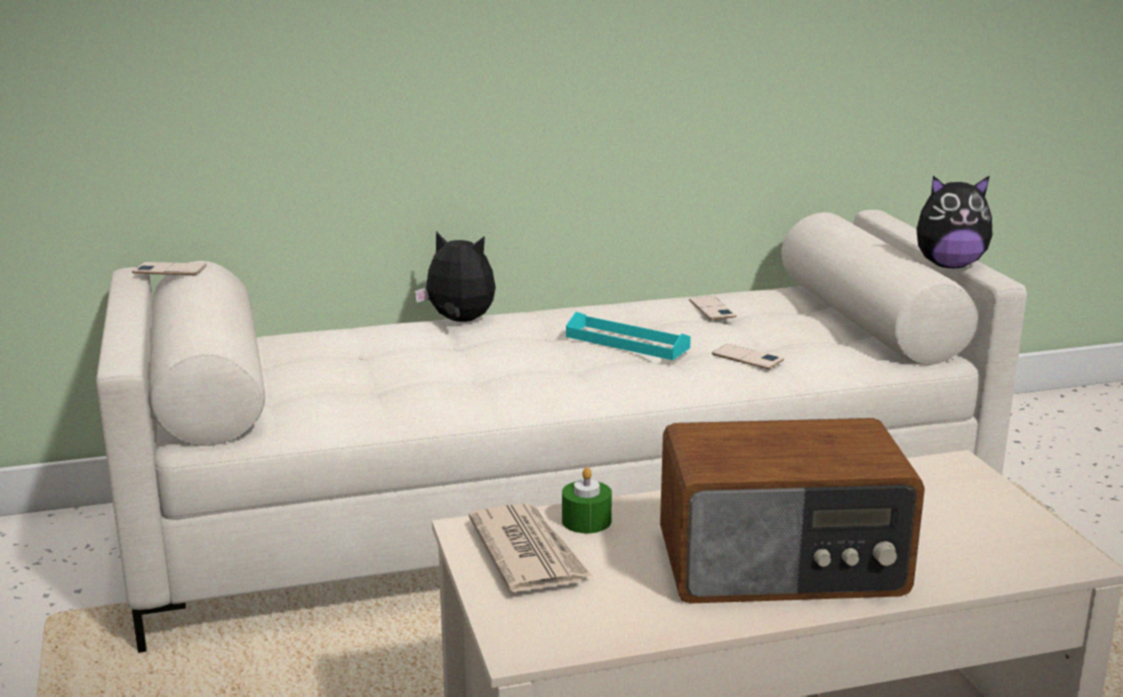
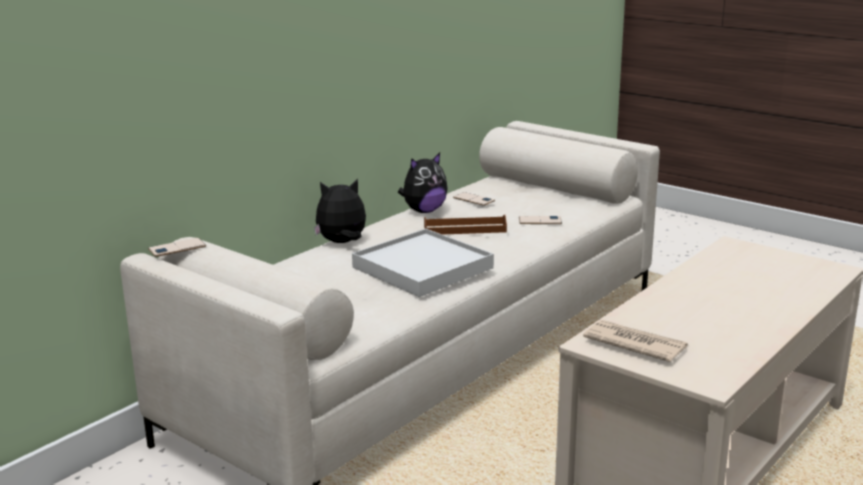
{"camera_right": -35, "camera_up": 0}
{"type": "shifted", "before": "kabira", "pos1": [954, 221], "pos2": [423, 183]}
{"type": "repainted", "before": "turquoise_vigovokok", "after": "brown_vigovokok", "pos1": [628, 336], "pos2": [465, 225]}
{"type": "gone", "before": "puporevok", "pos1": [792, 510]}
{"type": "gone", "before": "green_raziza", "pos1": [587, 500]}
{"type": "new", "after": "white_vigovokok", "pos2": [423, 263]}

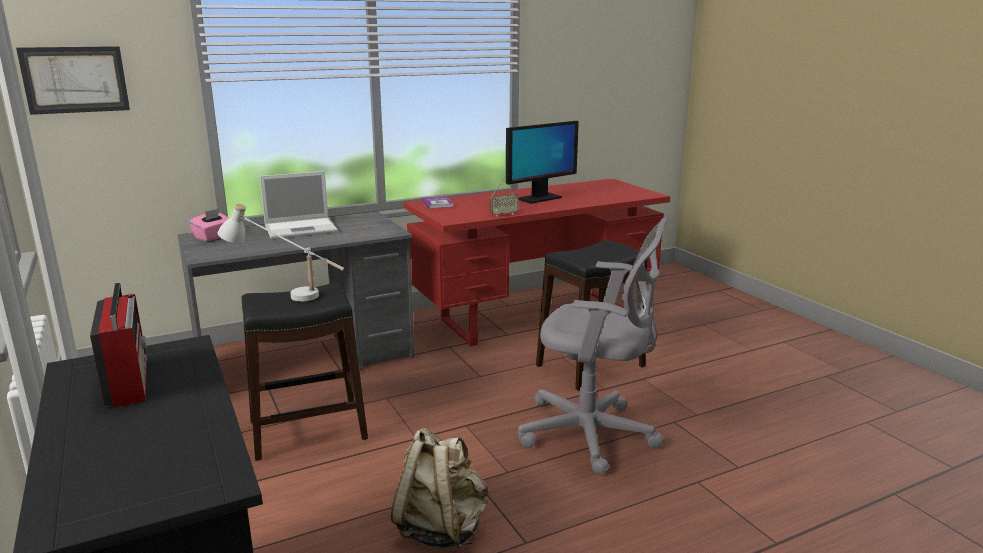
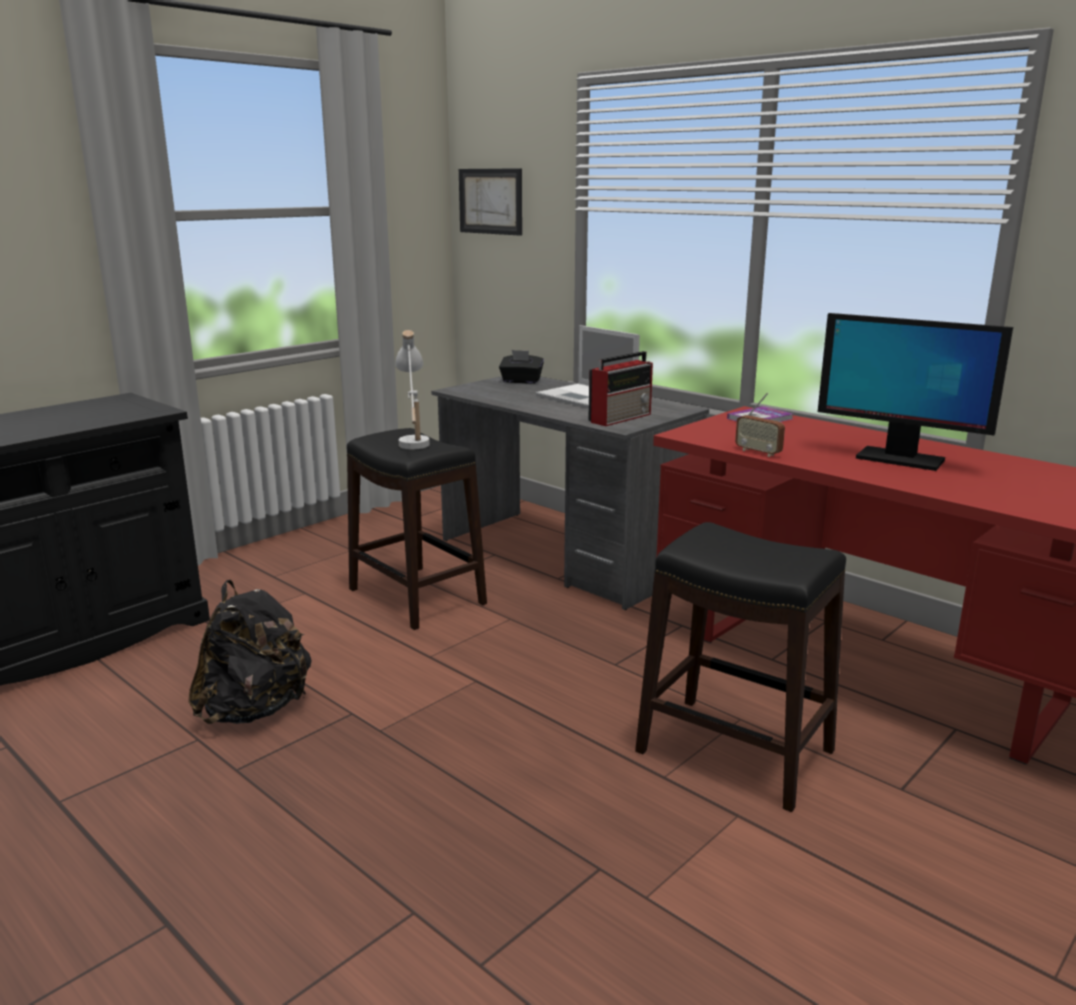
{"camera_right": 70, "camera_up": 0}
{"type": "repainted", "before": "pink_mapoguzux", "after": "black_mapoguzux", "pos1": [209, 224], "pos2": [521, 367]}
{"type": "gone", "before": "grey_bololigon", "pos1": [593, 346]}
{"type": "shifted", "before": "puporevok", "pos1": [118, 345], "pos2": [620, 388]}
{"type": "repainted", "before": "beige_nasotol", "after": "black_nasotol", "pos1": [439, 488], "pos2": [250, 652]}

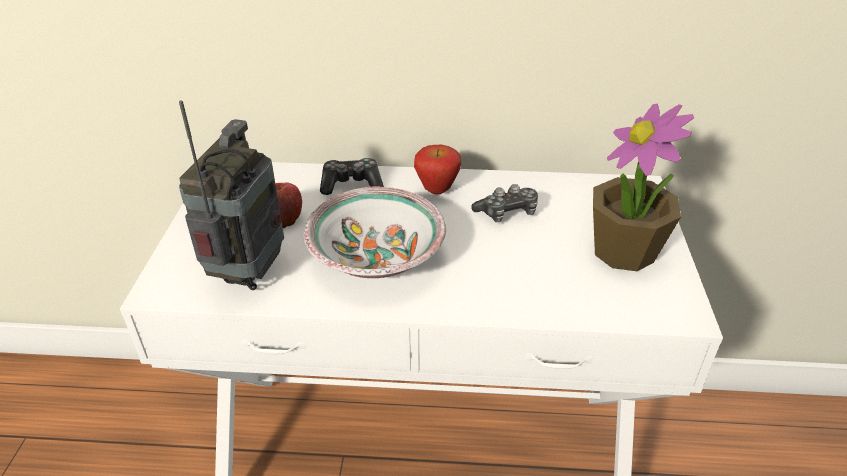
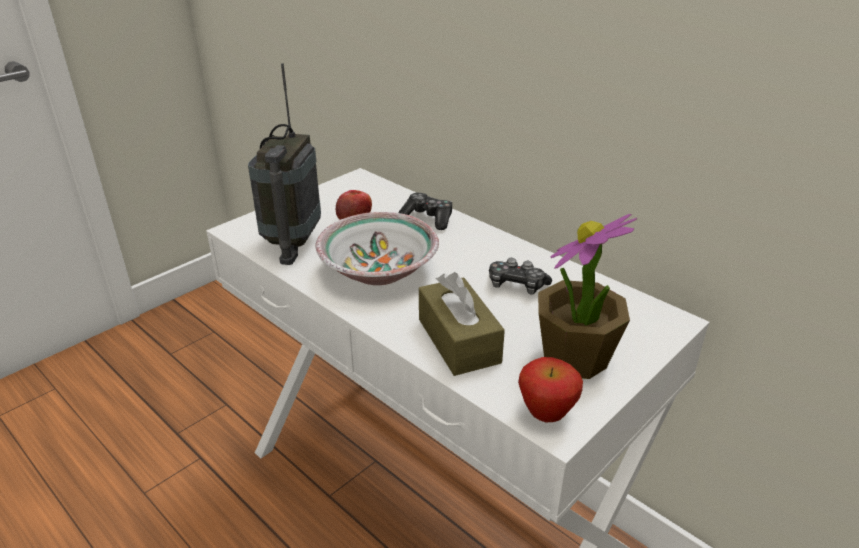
{"camera_right": 40, "camera_up": -5}
{"type": "rotated", "before": "puporevok", "pos1": [231, 195], "pos2": [284, 164], "turn": 135}
{"type": "shifted", "before": "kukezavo", "pos1": [437, 170], "pos2": [550, 389]}
{"type": "new", "after": "brown_mapoguzux", "pos2": [462, 324]}

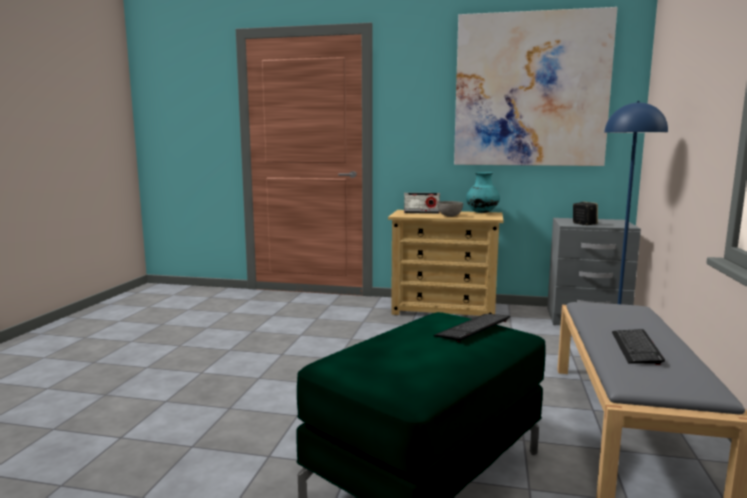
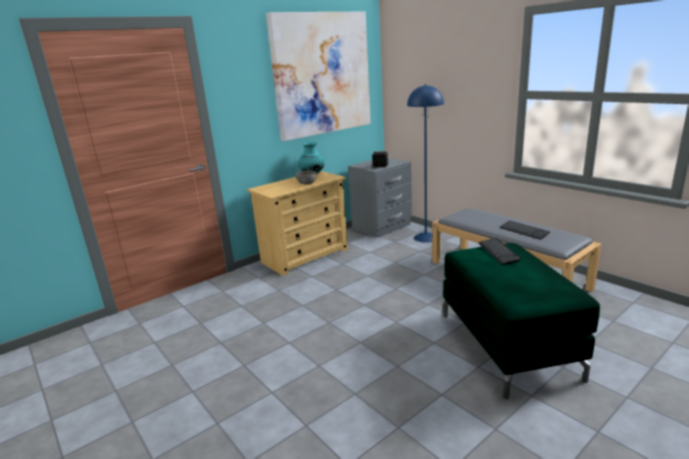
{"camera_right": -50, "camera_up": 10}
{"type": "gone", "before": "puporevok", "pos1": [422, 203]}

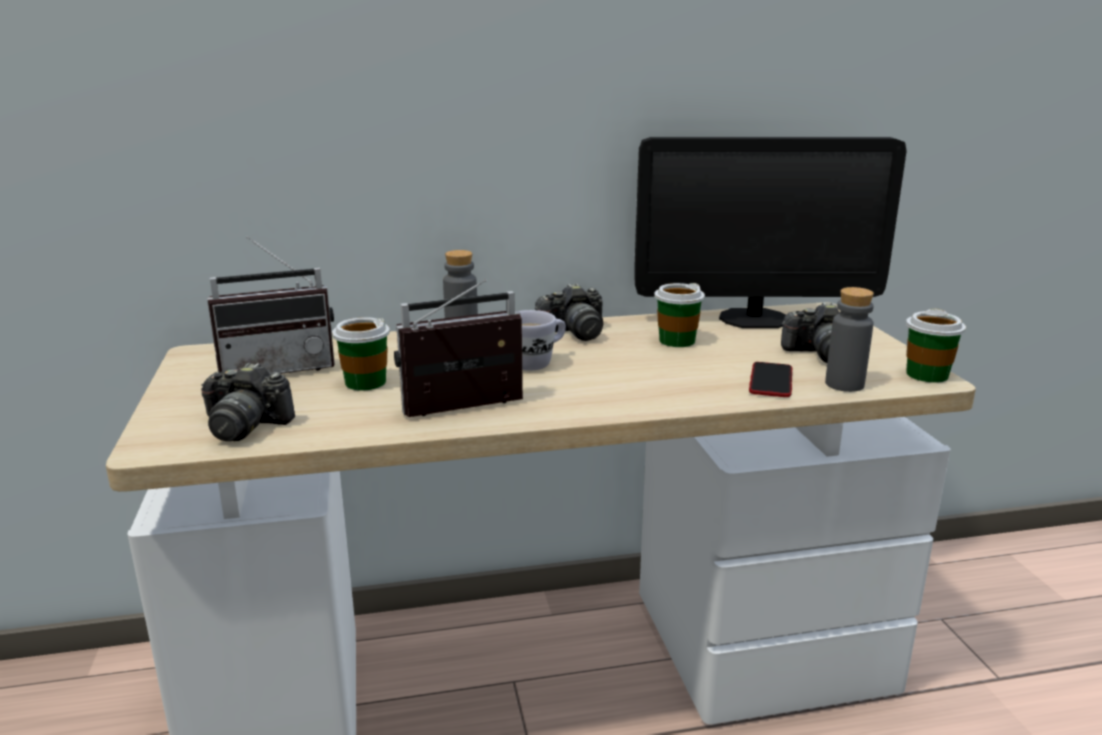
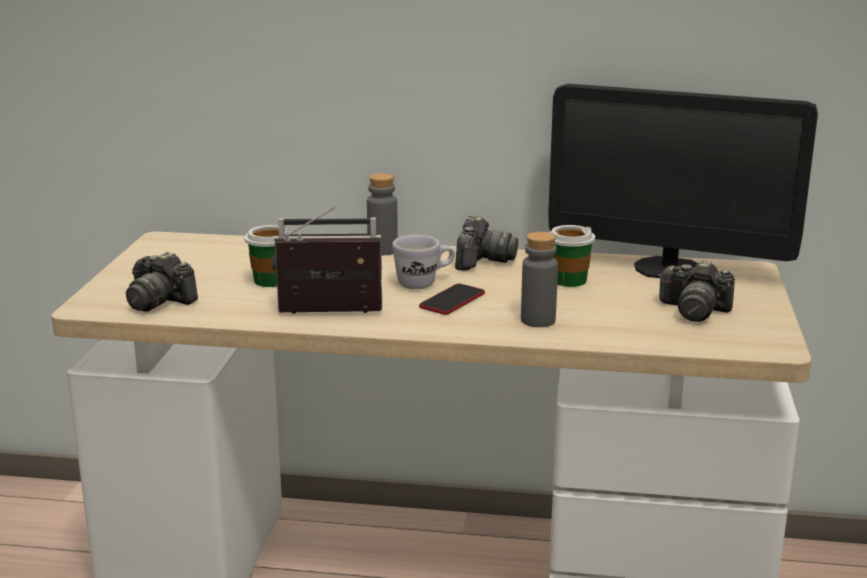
{"camera_right": 20, "camera_up": 0}
{"type": "gone", "before": "puporevok", "pos1": [271, 305]}
{"type": "rotated", "before": "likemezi", "pos1": [569, 312], "pos2": [486, 243], "turn": -75}
{"type": "shifted", "before": "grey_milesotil", "pos1": [849, 339], "pos2": [539, 279]}
{"type": "gone", "before": "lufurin", "pos1": [936, 345]}
{"type": "shifted", "before": "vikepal", "pos1": [770, 379], "pos2": [452, 299]}

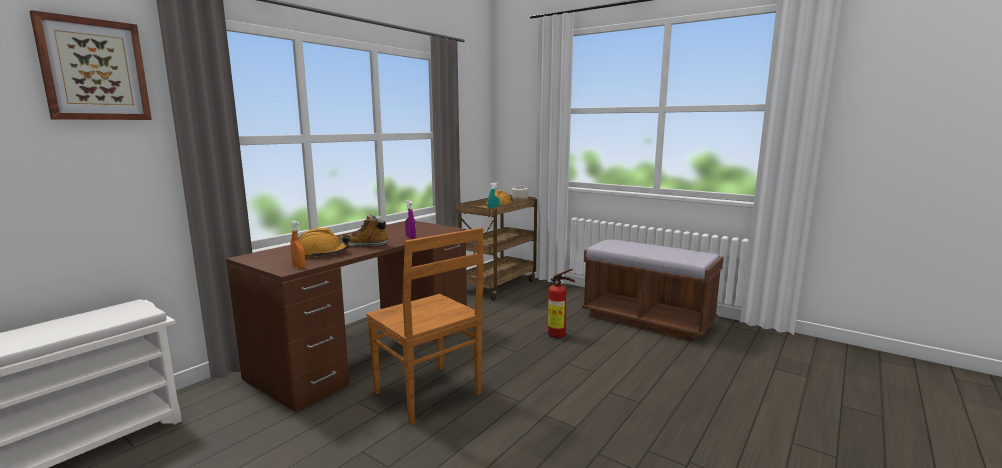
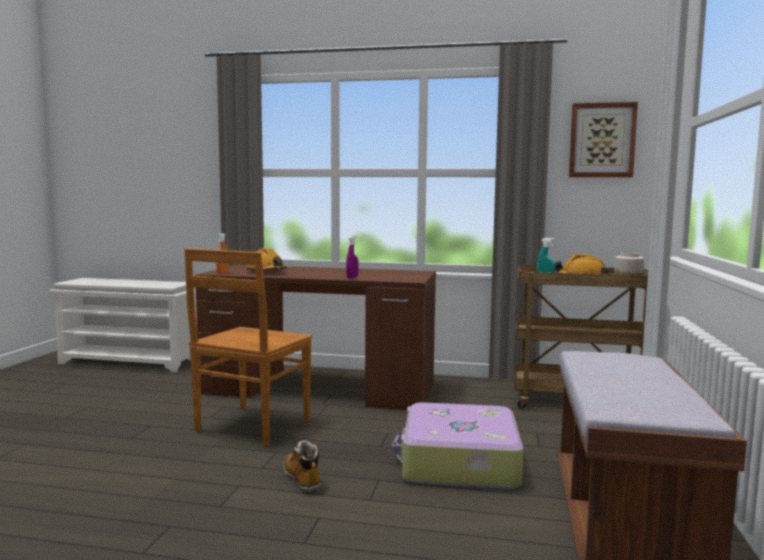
{"camera_right": 65, "camera_up": -5}
{"type": "shifted", "before": "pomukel", "pos1": [90, 65], "pos2": [603, 139]}
{"type": "shifted", "before": "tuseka", "pos1": [363, 230], "pos2": [302, 466]}
{"type": "swapped", "before": "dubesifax", "after": "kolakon", "pos1": [561, 303], "pos2": [457, 445]}

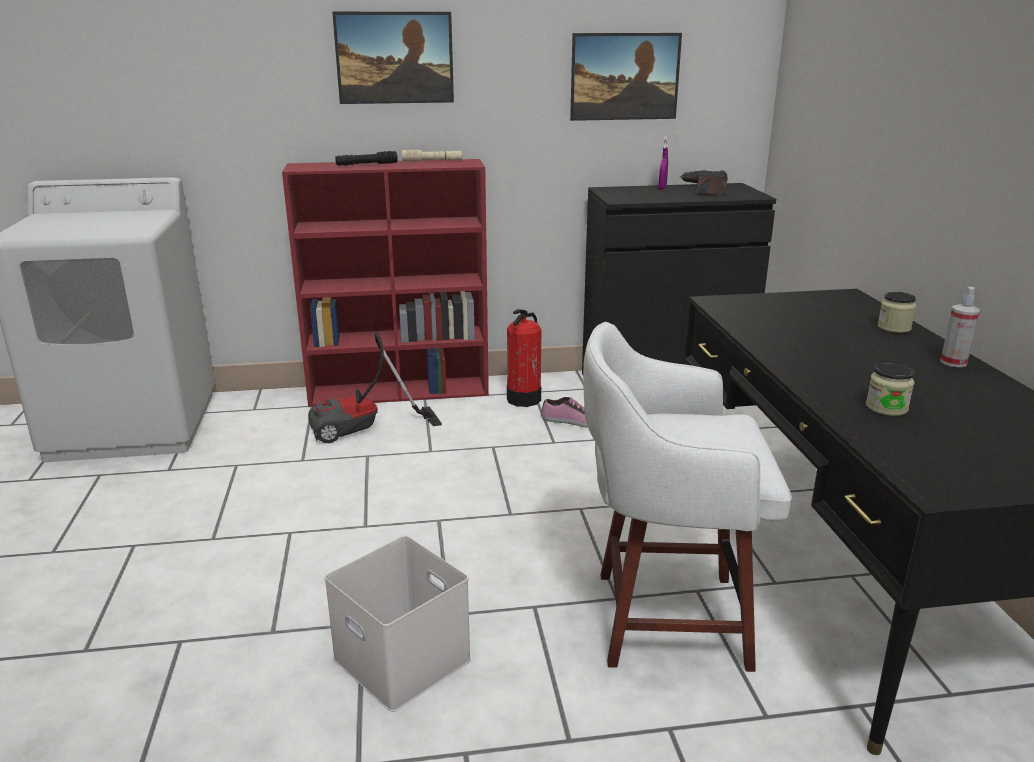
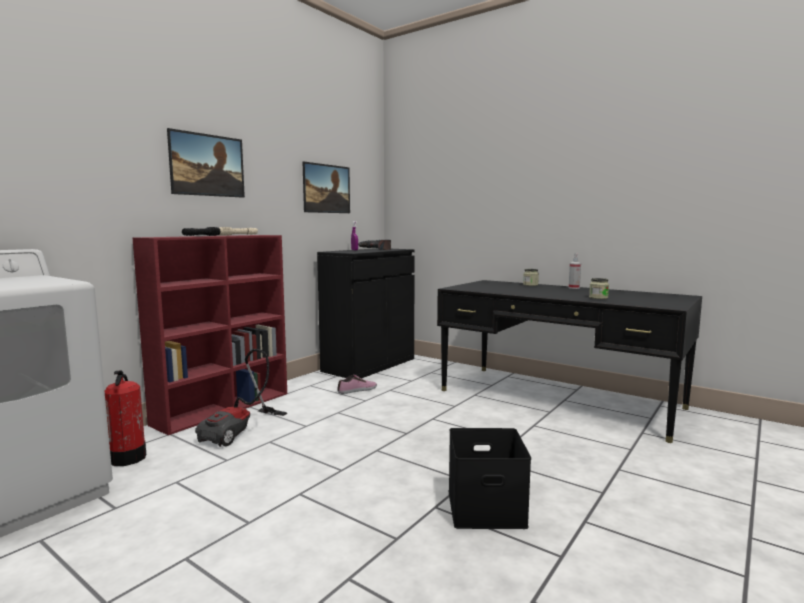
{"camera_right": -45, "camera_up": -15}
{"type": "shifted", "before": "dubesifax", "pos1": [524, 358], "pos2": [125, 418]}
{"type": "gone", "before": "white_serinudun", "pos1": [687, 497]}
{"type": "repainted", "before": "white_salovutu", "after": "black_salovutu", "pos1": [398, 624], "pos2": [489, 478]}

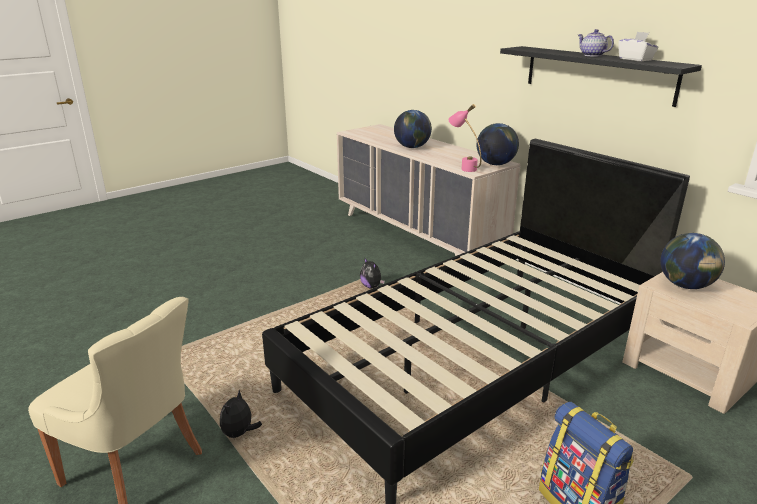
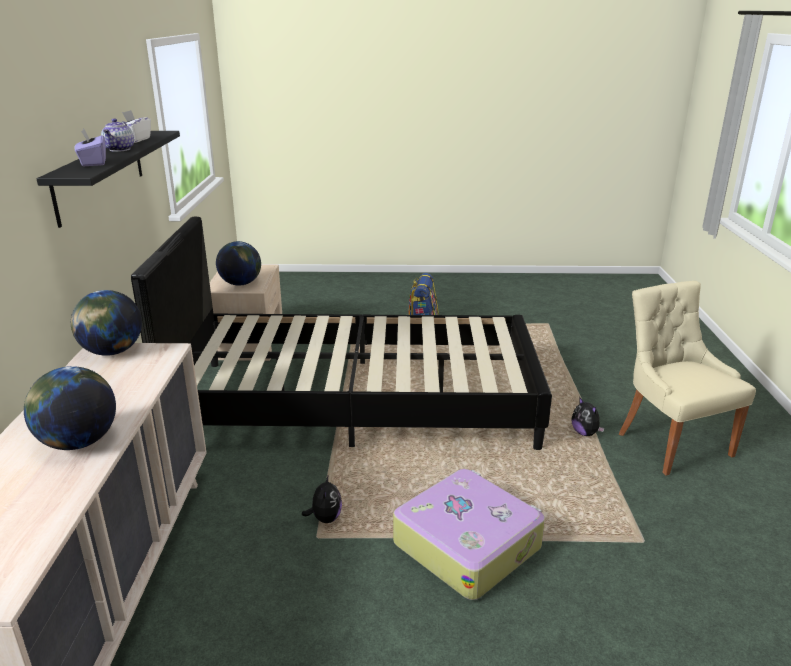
{"camera_right": -140, "camera_up": 0}
{"type": "gone", "before": "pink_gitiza", "pos1": [465, 138]}
{"type": "rotated", "before": "kabira", "pos1": [241, 415], "pos2": [588, 417], "turn": 90}
{"type": "new", "after": "purple_mapoguzux", "pos2": [90, 147]}
{"type": "new", "after": "kolakon", "pos2": [469, 534]}

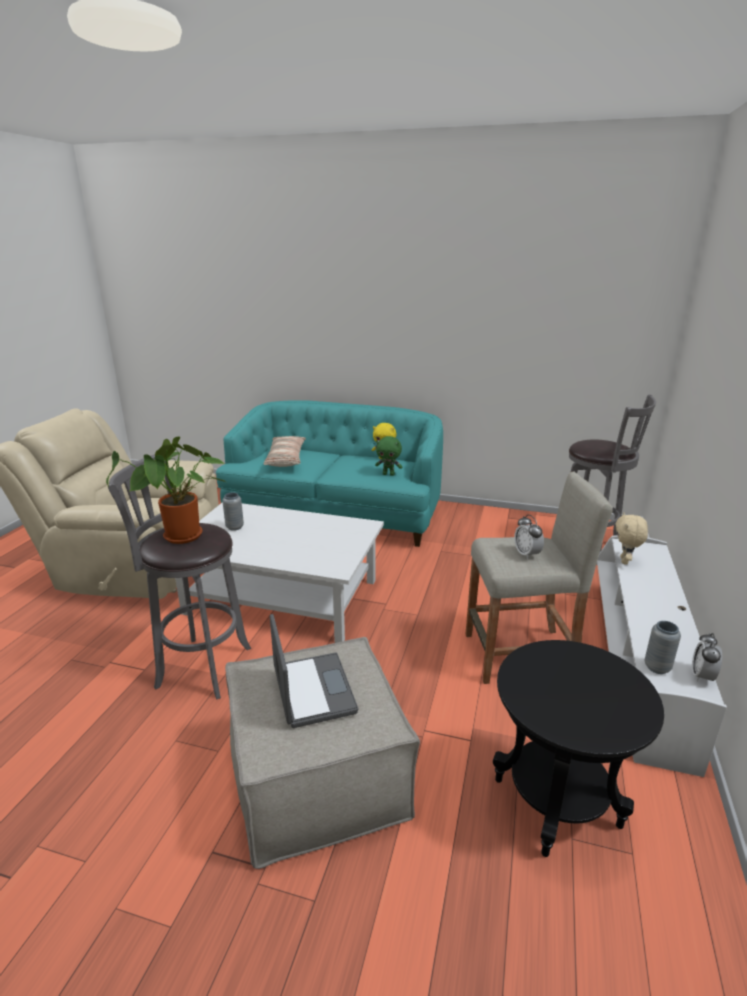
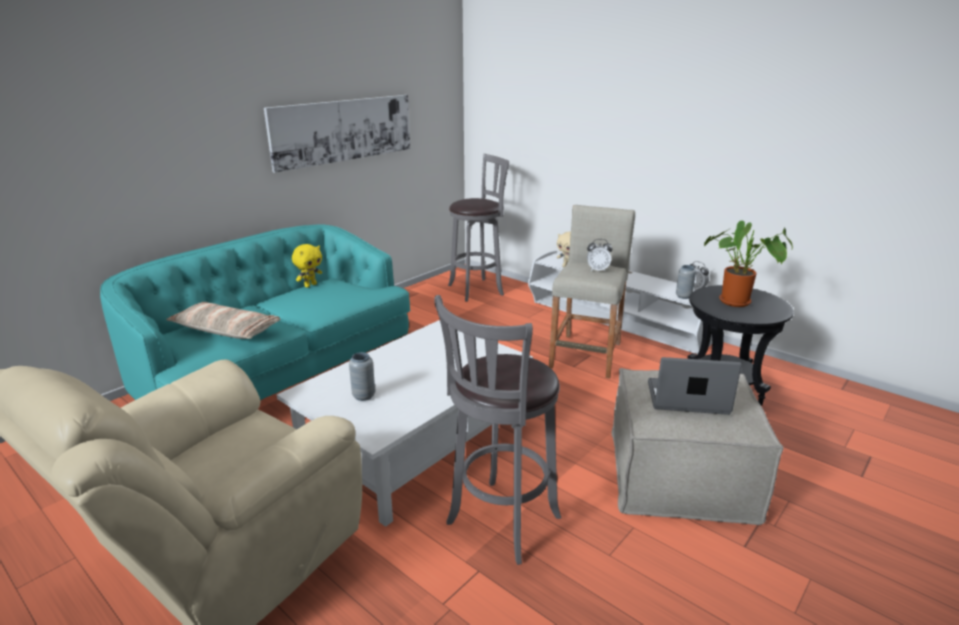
{"camera_right": -65, "camera_up": 0}
{"type": "gone", "before": "green_kabira", "pos1": [388, 456]}
{"type": "shifted", "before": "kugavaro", "pos1": [167, 490], "pos2": [748, 264]}
{"type": "new", "after": "pomukel", "pos2": [337, 134]}

